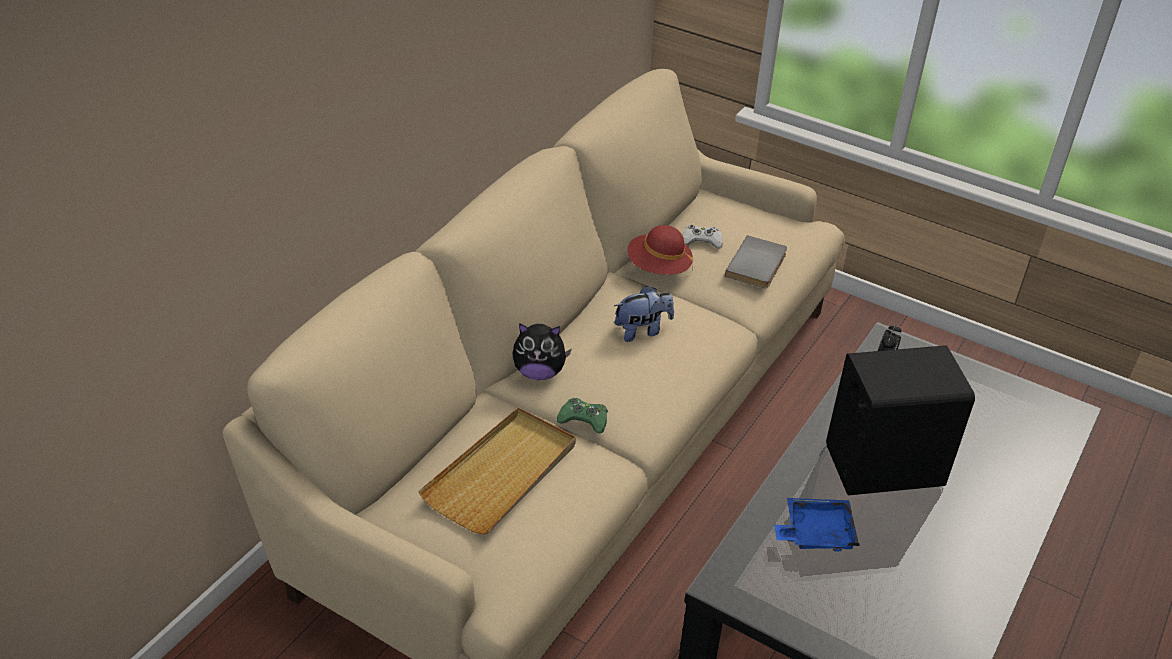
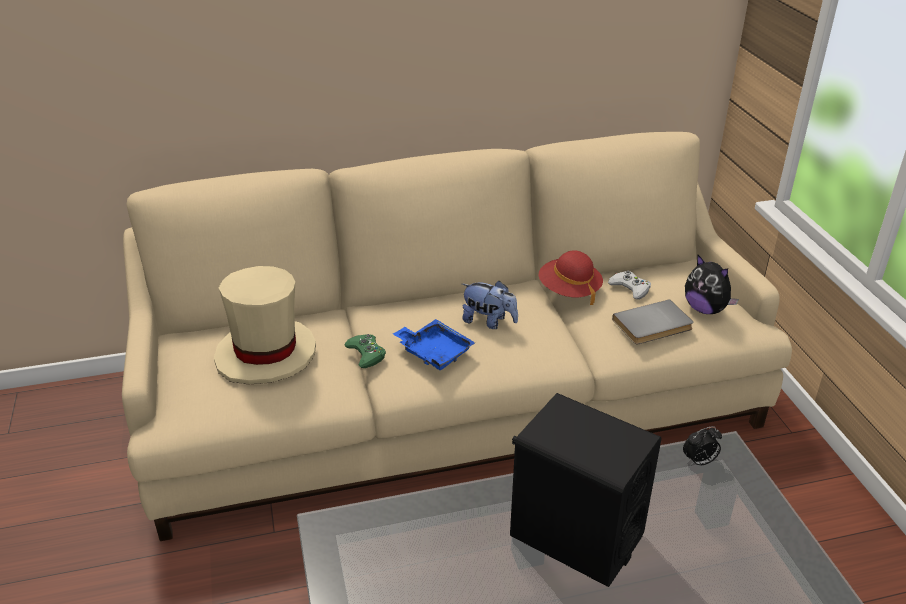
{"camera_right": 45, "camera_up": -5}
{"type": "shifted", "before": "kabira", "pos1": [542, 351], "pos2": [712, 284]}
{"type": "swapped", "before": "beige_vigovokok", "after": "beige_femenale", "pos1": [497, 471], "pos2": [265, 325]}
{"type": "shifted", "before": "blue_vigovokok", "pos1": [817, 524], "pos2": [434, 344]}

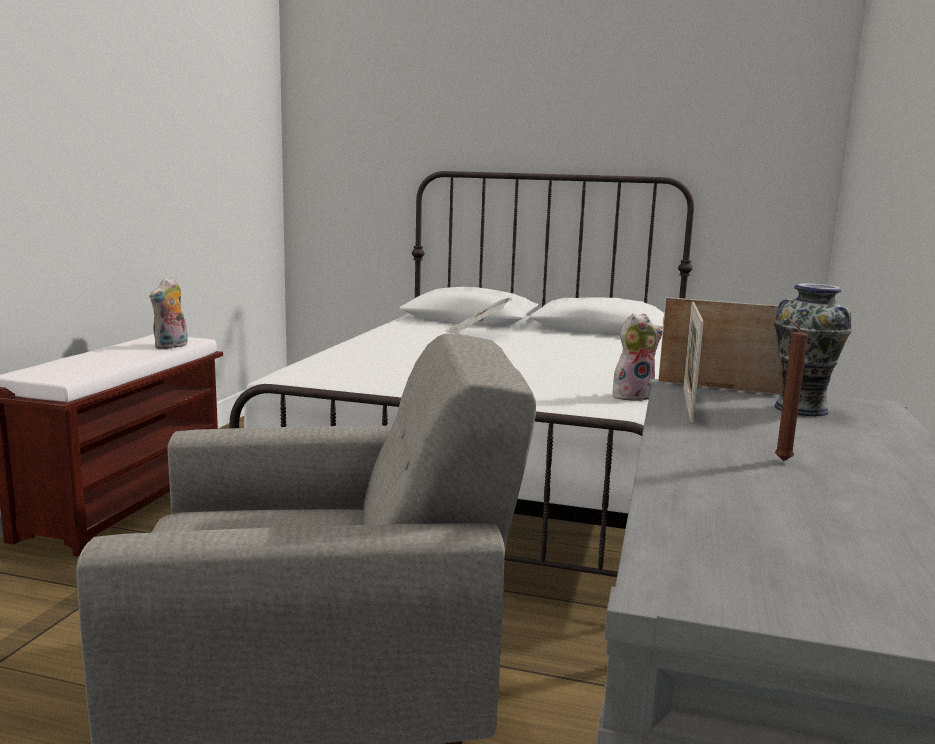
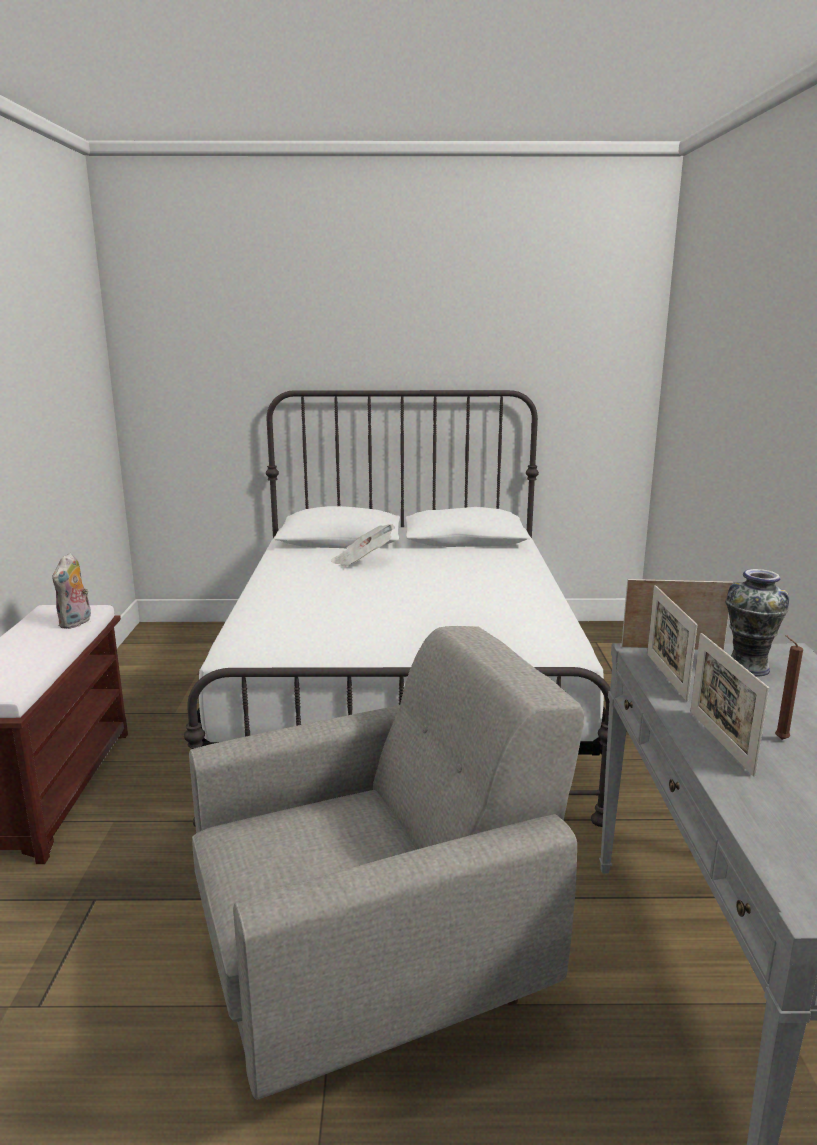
{"camera_right": -15, "camera_up": 5}
{"type": "gone", "before": "kabira", "pos1": [637, 357]}
{"type": "new", "after": "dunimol", "pos2": [729, 705]}

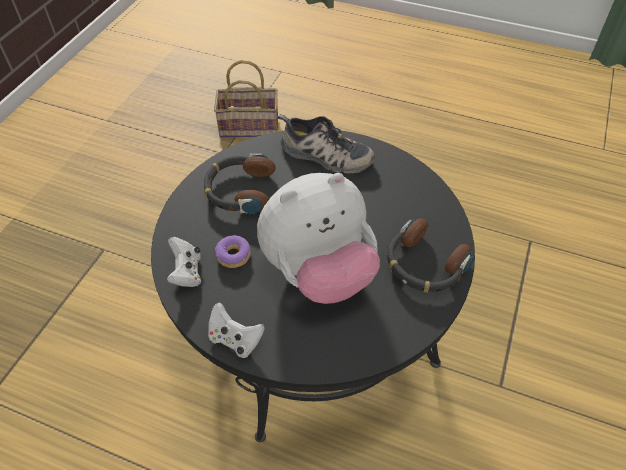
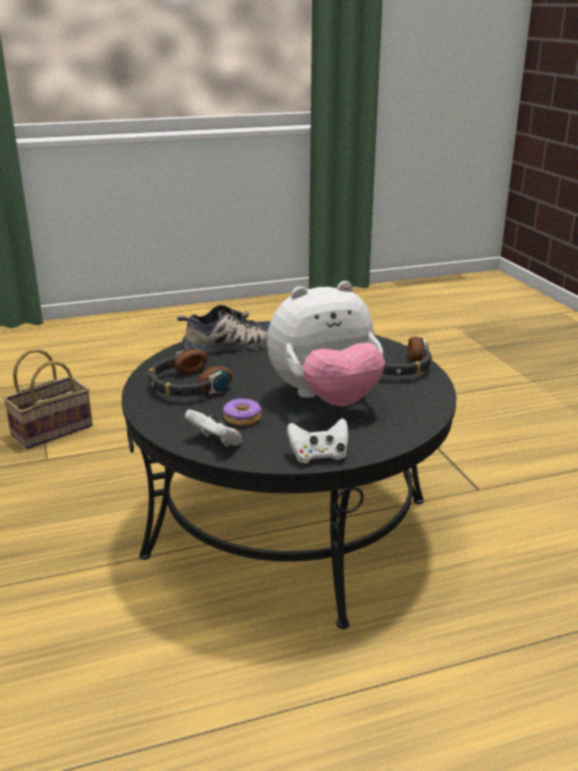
{"camera_right": -40, "camera_up": -25}
{"type": "rotated", "before": "kabira", "pos1": [318, 238], "pos2": [326, 343], "turn": 45}

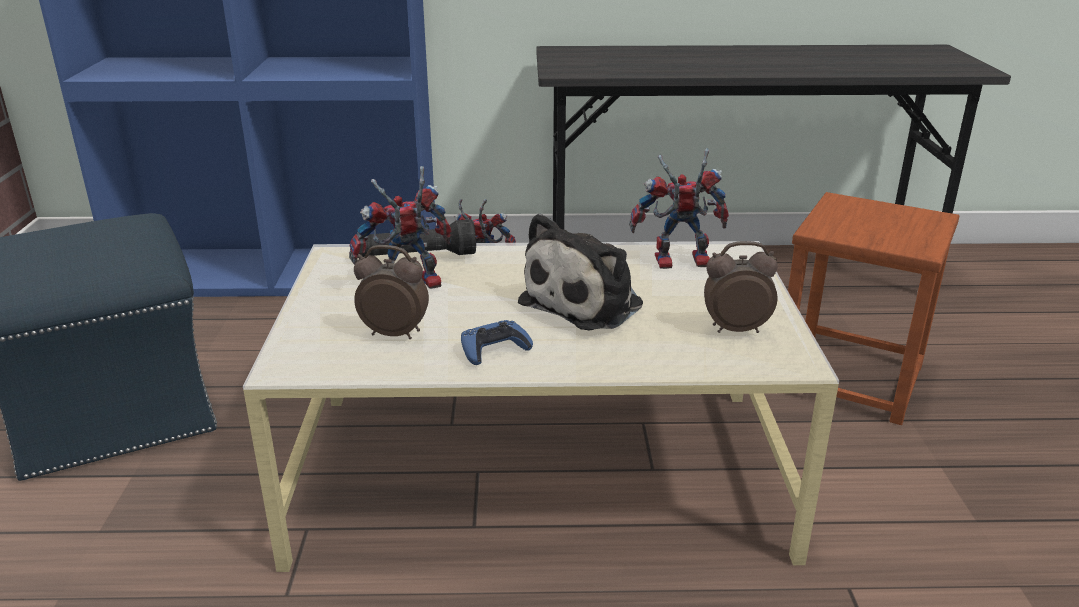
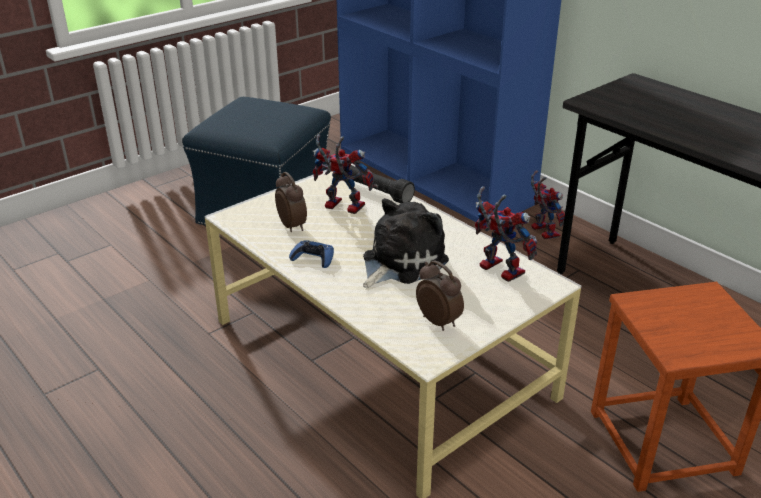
{"camera_right": 50, "camera_up": 5}
{"type": "rotated", "before": "kabira", "pos1": [580, 272], "pos2": [406, 243], "turn": 135}

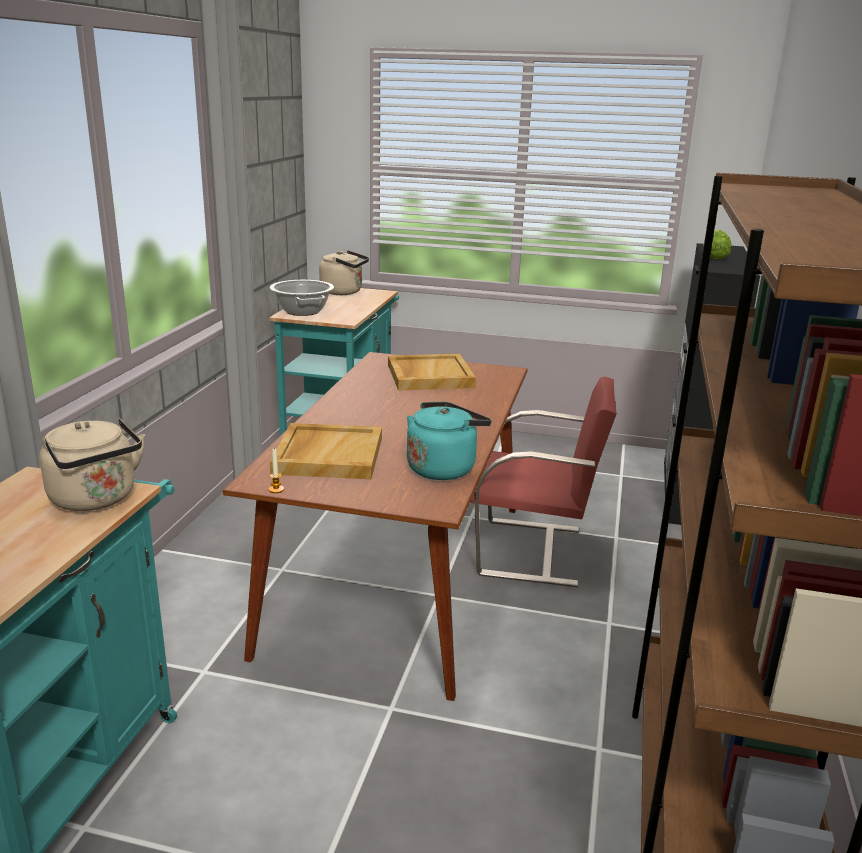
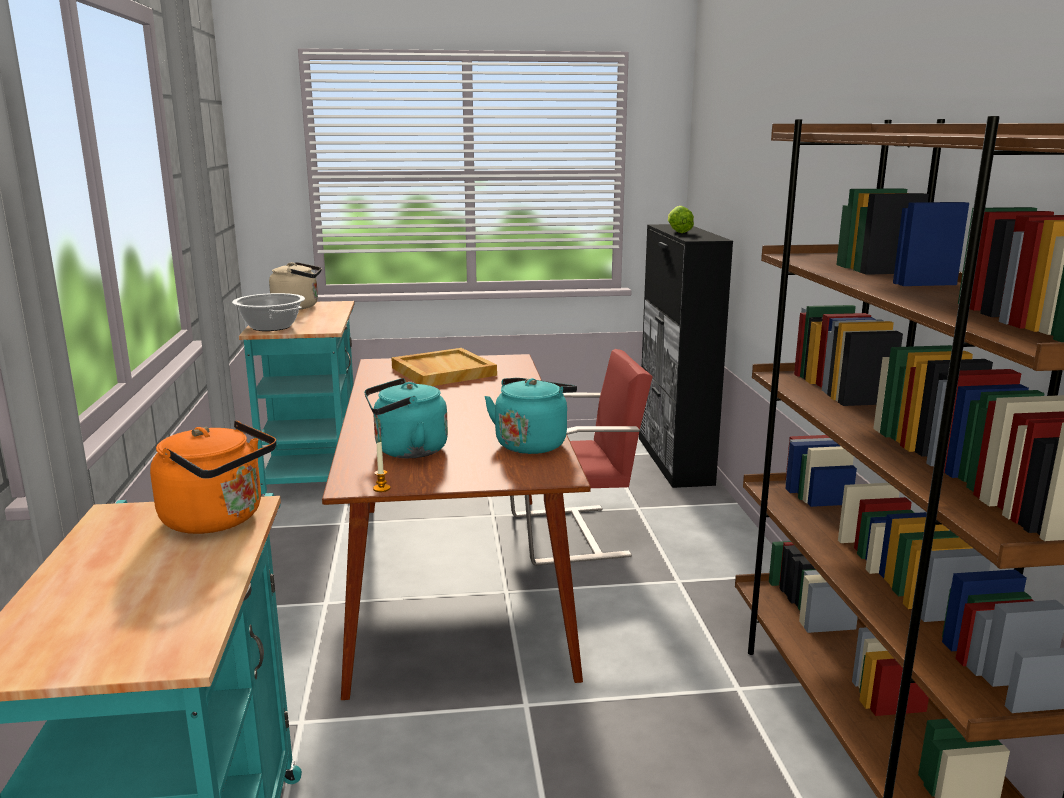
{"camera_right": -20, "camera_up": -5}
{"type": "repainted", "before": "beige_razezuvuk", "after": "orange_razezuvuk", "pos1": [92, 465], "pos2": [213, 477]}
{"type": "swapped", "before": "beige_vigovokok", "after": "turquoise_razezuvuk", "pos1": [326, 451], "pos2": [406, 418]}

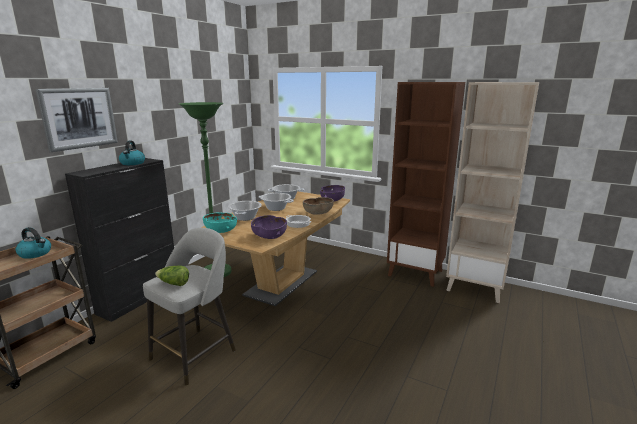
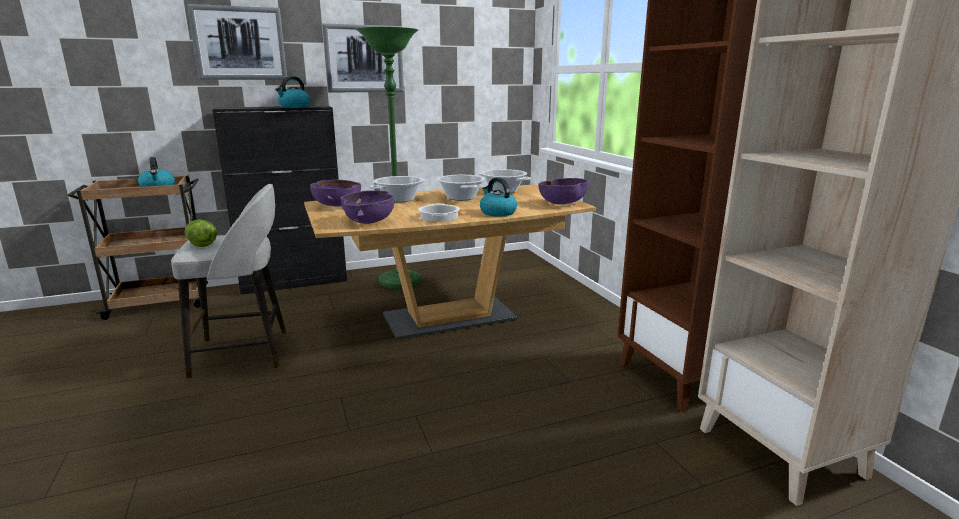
{"camera_right": 40, "camera_up": 0}
{"type": "swapped", "before": "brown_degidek", "after": "razezuvuk", "pos1": [318, 206], "pos2": [498, 197]}
{"type": "repainted", "before": "turquoise_degidek", "after": "purple_degidek", "pos1": [220, 223], "pos2": [335, 193]}
{"type": "new", "after": "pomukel", "pos2": [363, 57]}

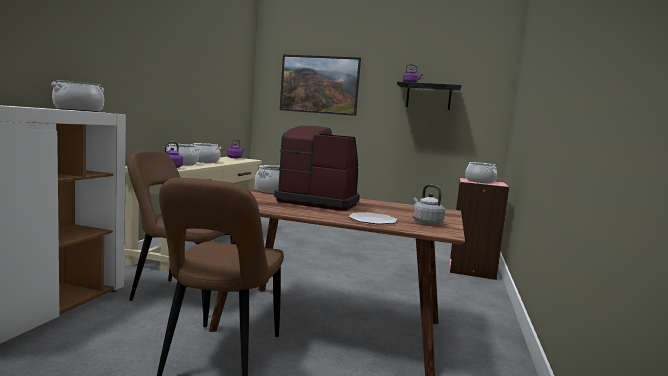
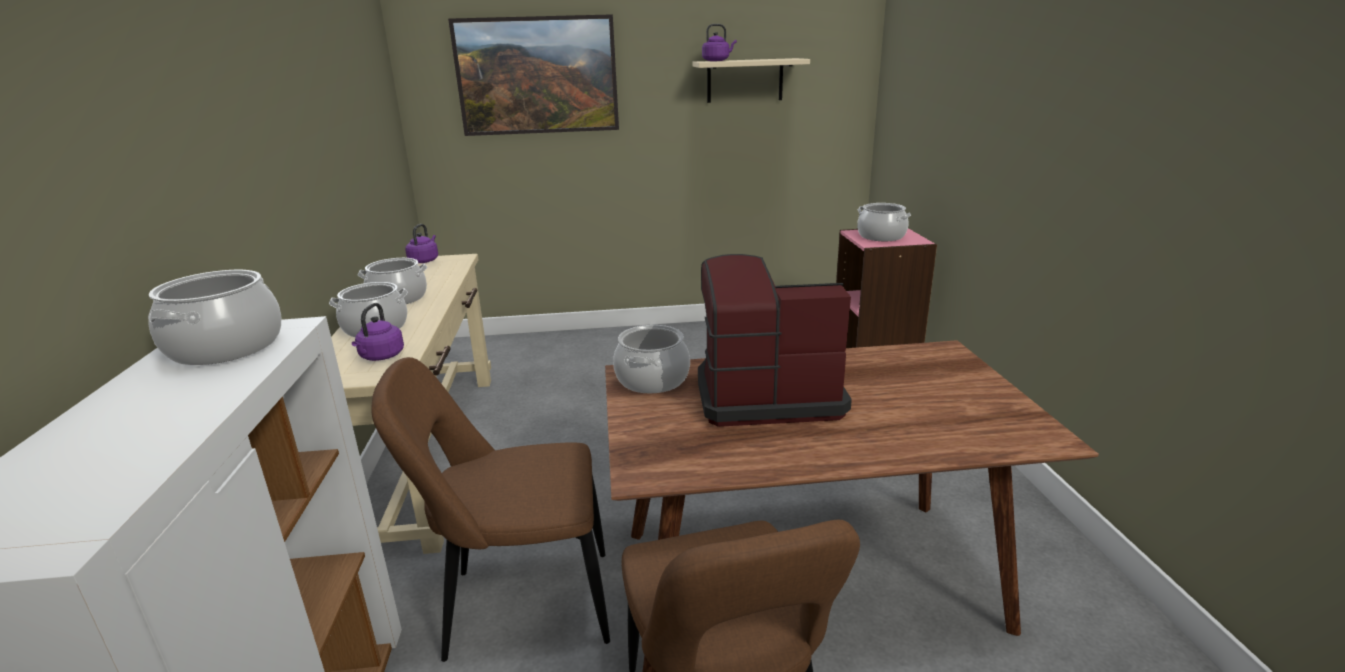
{"camera_right": -20, "camera_up": 15}
{"type": "repainted", "before": "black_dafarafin", "after": "beige_dafarafin", "pos1": [429, 96], "pos2": [751, 80]}
{"type": "gone", "before": "grey_razezuvuk", "pos1": [429, 204]}
{"type": "gone", "before": "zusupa", "pos1": [372, 218]}

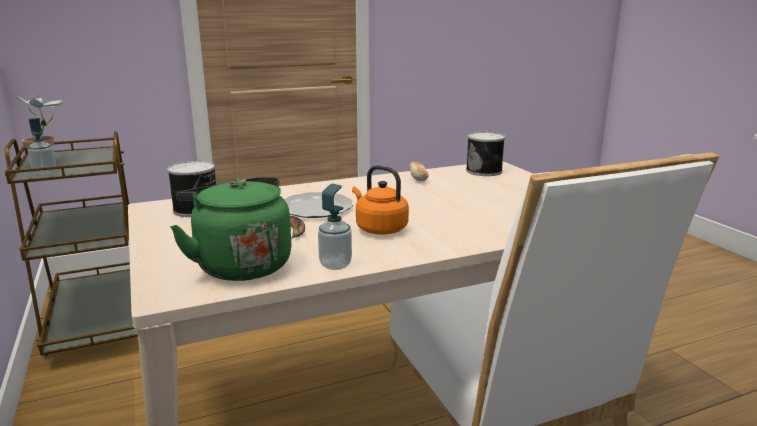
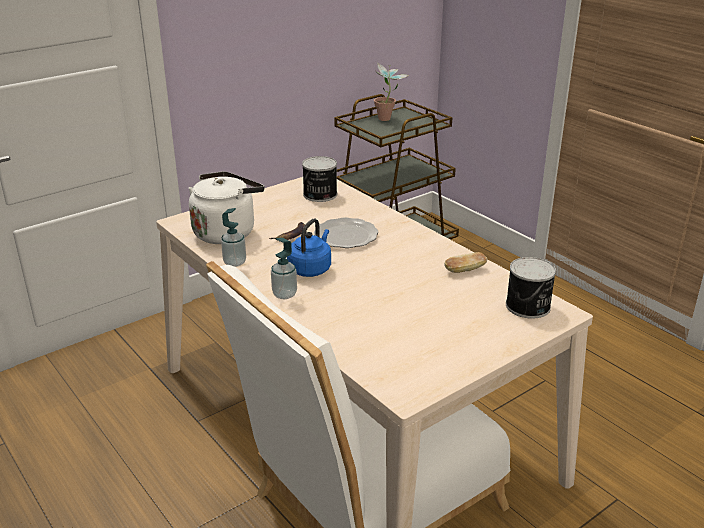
{"camera_right": 75, "camera_up": 10}
{"type": "shifted", "before": "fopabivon", "pos1": [42, 146], "pos2": [284, 268]}
{"type": "repainted", "before": "orange_razezuvuk", "after": "blue_razezuvuk", "pos1": [380, 200], "pos2": [309, 247]}
{"type": "repainted", "before": "green_razezuvuk", "after": "white_razezuvuk", "pos1": [230, 229], "pos2": [227, 207]}

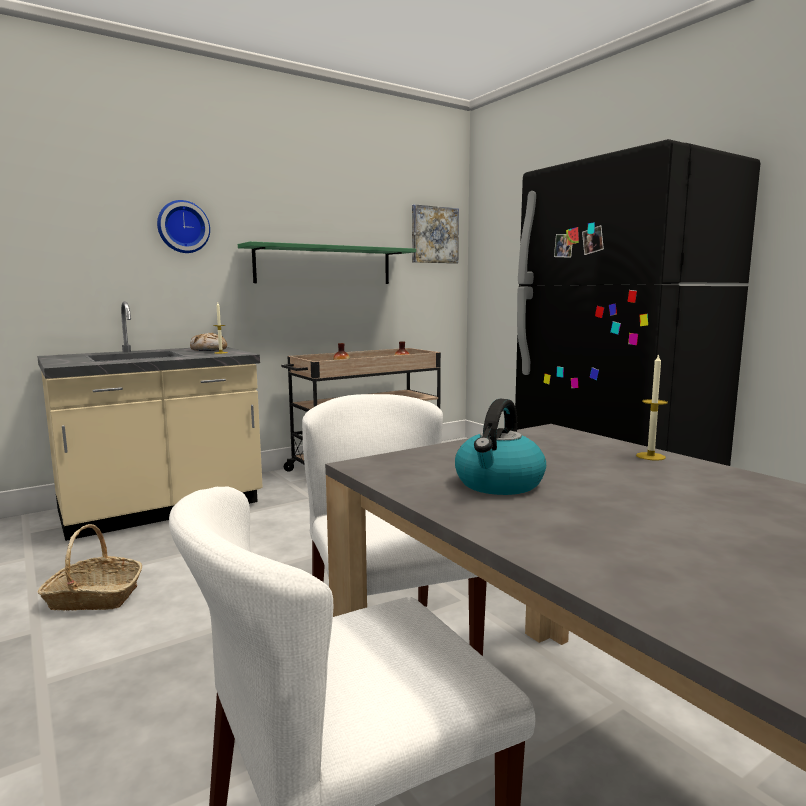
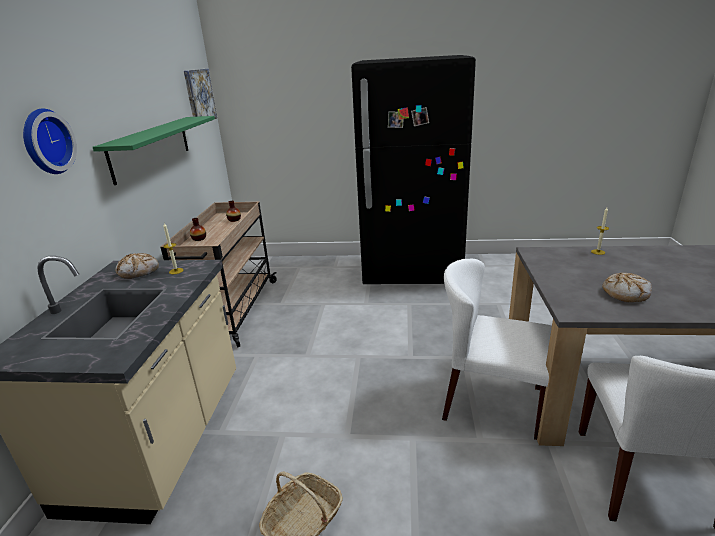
{"camera_right": -50, "camera_up": 15}
{"type": "swapped", "before": "razezuvuk", "after": "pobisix", "pos1": [500, 447], "pos2": [627, 287]}

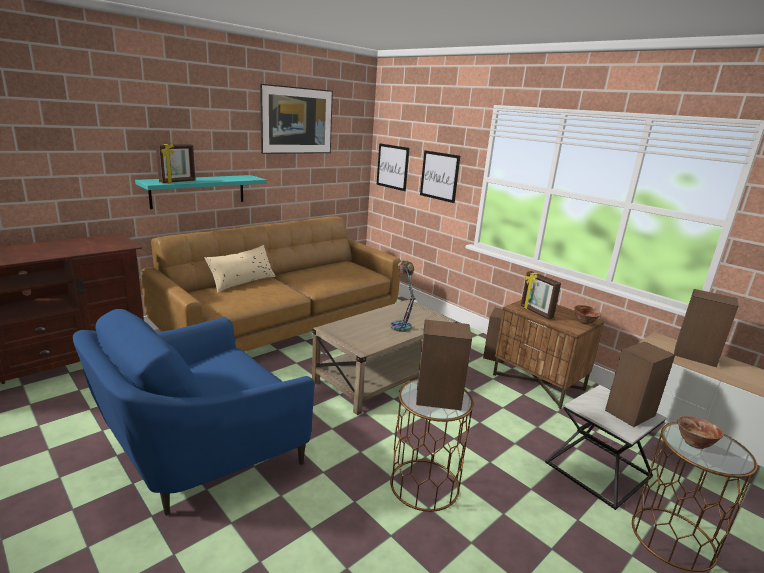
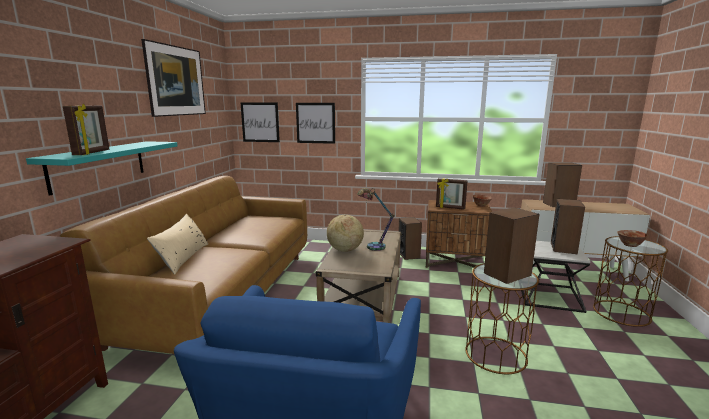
{"camera_right": -35, "camera_up": -5}
{"type": "new", "after": "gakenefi", "pos2": [345, 233]}

